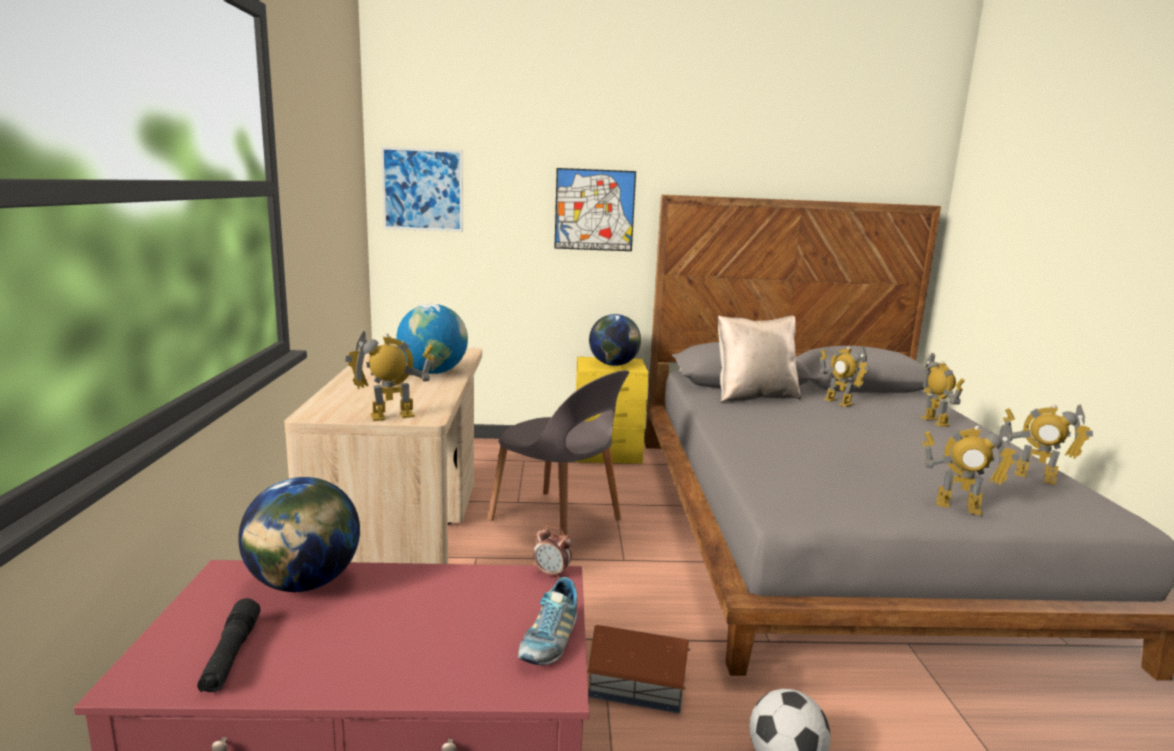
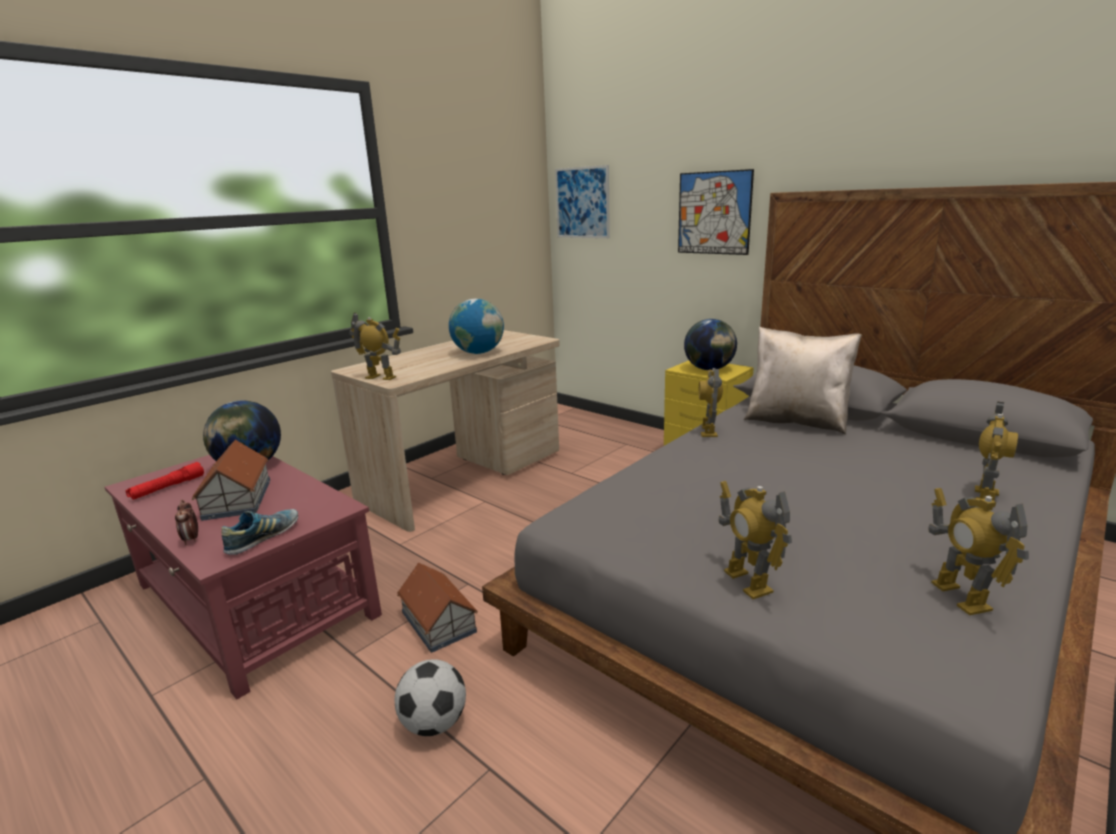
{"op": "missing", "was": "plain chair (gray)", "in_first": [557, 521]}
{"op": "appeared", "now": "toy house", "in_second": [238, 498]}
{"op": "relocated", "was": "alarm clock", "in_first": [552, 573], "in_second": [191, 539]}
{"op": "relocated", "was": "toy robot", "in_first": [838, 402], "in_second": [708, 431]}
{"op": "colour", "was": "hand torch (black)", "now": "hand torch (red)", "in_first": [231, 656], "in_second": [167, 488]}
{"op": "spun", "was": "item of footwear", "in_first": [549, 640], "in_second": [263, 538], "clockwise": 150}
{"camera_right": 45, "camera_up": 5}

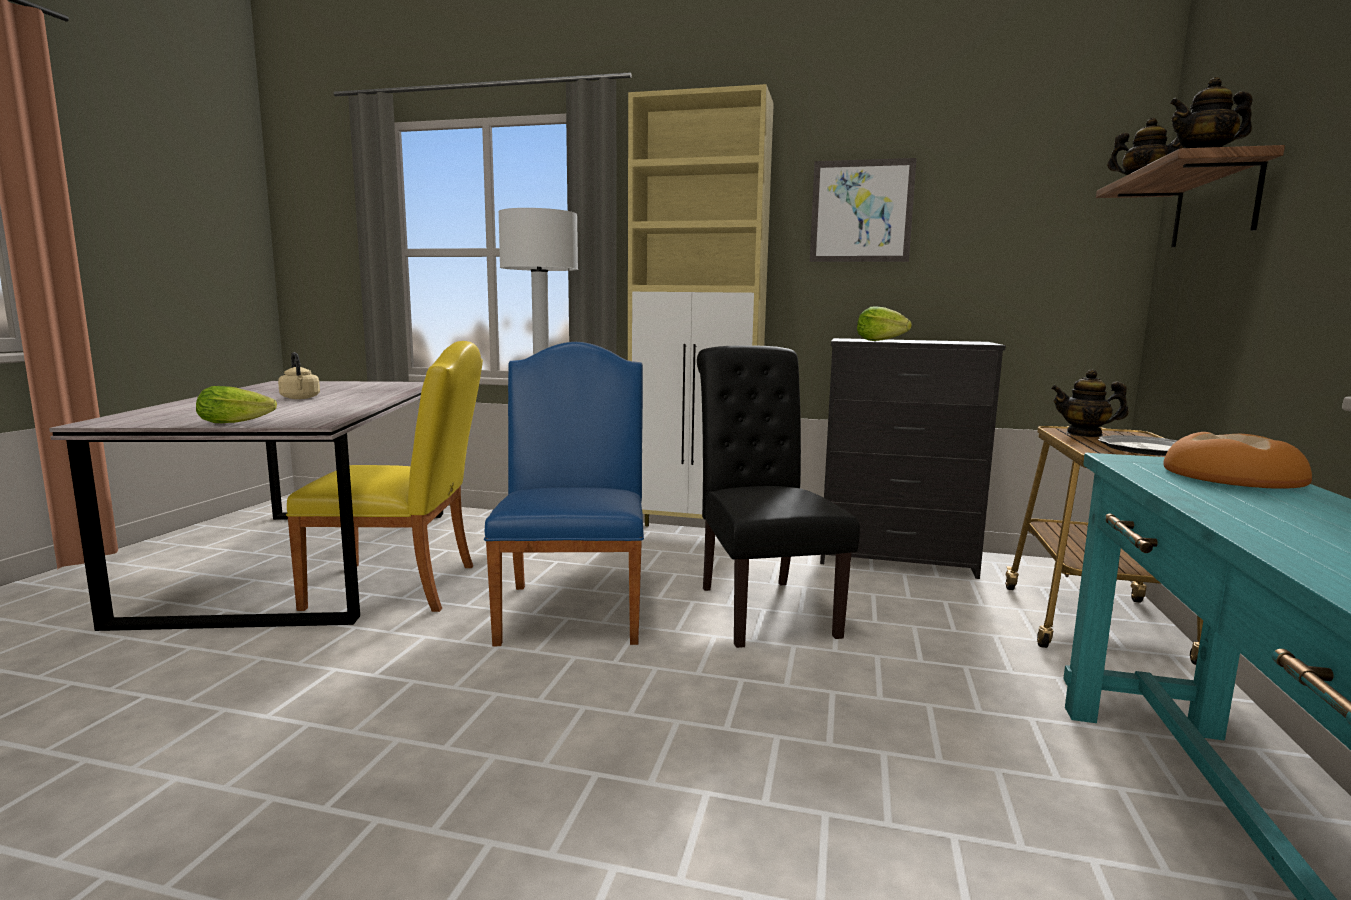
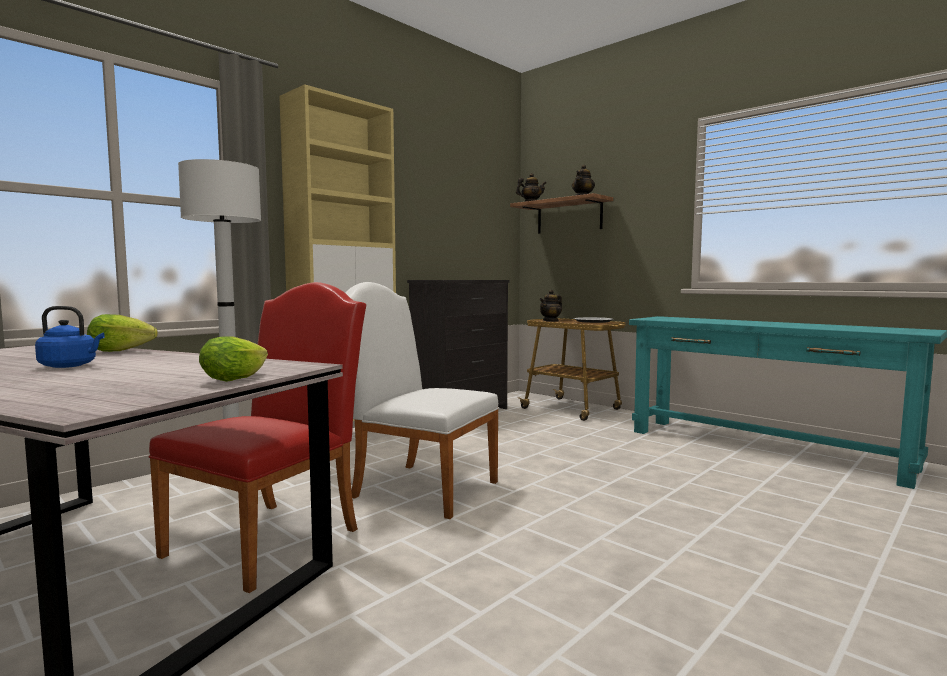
{"op": "missing", "was": "plain chair (black)", "in_first": [761, 607]}
{"op": "missing", "was": "picture", "in_first": [861, 211]}
{"op": "missing", "was": "bakery bread", "in_first": [1233, 477]}
{"op": "relocated", "was": "lettuce head", "in_first": [880, 341], "in_second": [120, 351]}
{"op": "colour", "was": "kettle (sand-coloured)", "now": "kettle (blue-coloured)", "in_first": [300, 398], "in_second": [70, 366]}
{"op": "colour", "was": "plain chair (yellow-coloured)", "now": "plain chair (red)", "in_first": [404, 586], "in_second": [273, 537]}
{"op": "colour", "was": "plain chair (blue-coloured)", "now": "plain chair (white)", "in_first": [574, 607], "in_second": [418, 487]}
{"camera_right": -60, "camera_up": -5}

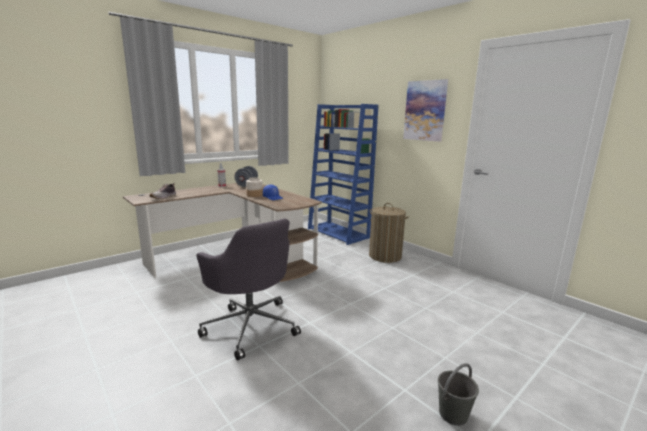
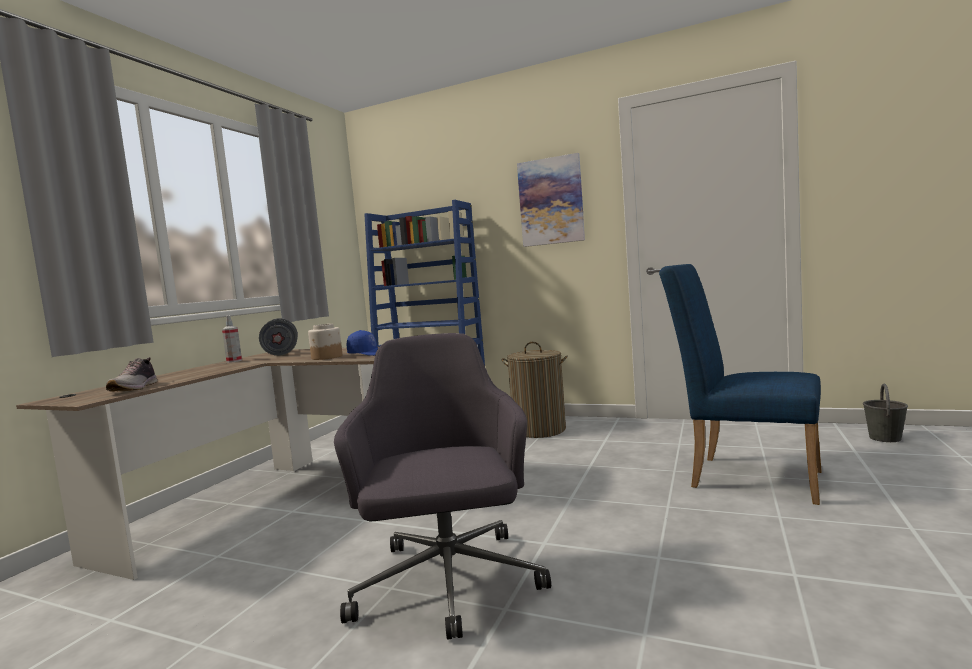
{"op": "appeared", "now": "plain chair (blue-coloured)", "in_second": [744, 476]}
{"op": "relocated", "was": "water bucket (gray)", "in_first": [452, 414], "in_second": [885, 438]}
{"op": "spun", "was": "office chair (gray)", "in_first": [250, 325], "in_second": [448, 584], "clockwise": -120}
{"camera_right": -25, "camera_up": -10}

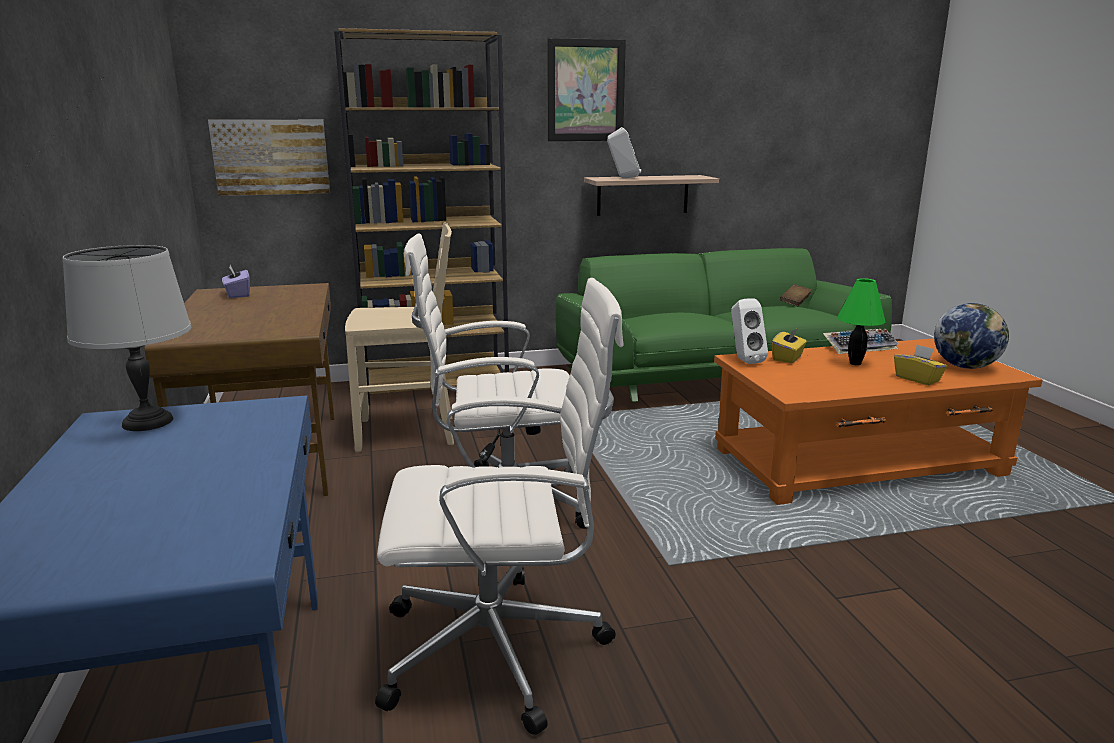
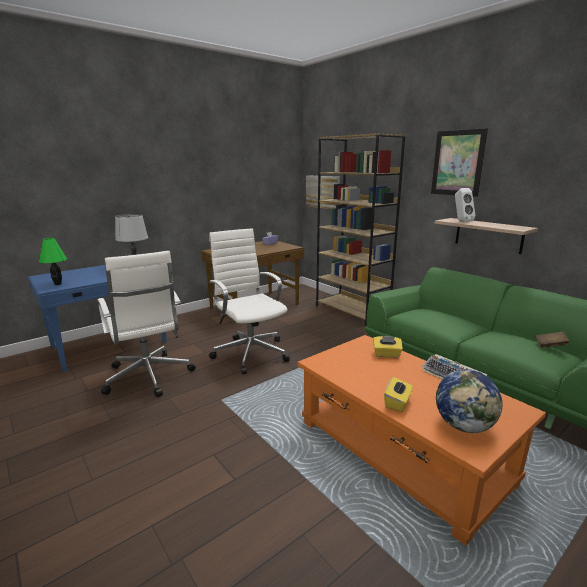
{"op": "missing", "was": "plain chair (sand-coloured)", "in_first": [408, 433]}
{"op": "missing", "was": "audio speaker (white)", "in_first": [743, 361]}
{"op": "relocated", "was": "tabletop lamp (green)", "in_first": [855, 363], "in_second": [58, 284]}
{"camera_right": 65, "camera_up": 0}

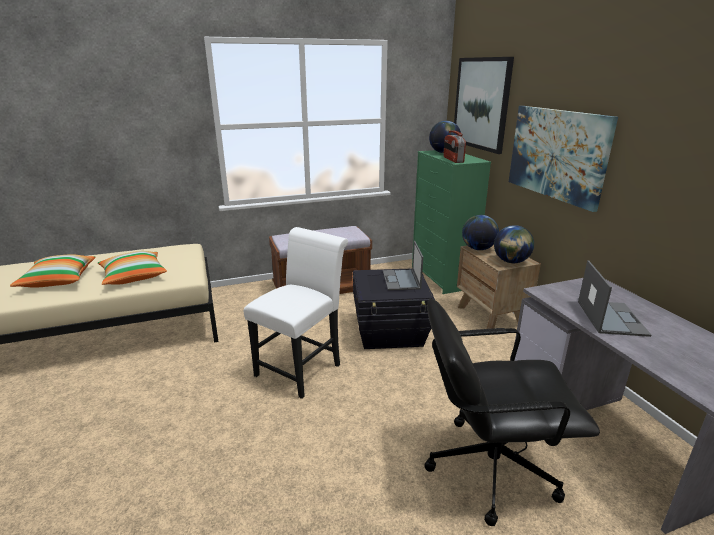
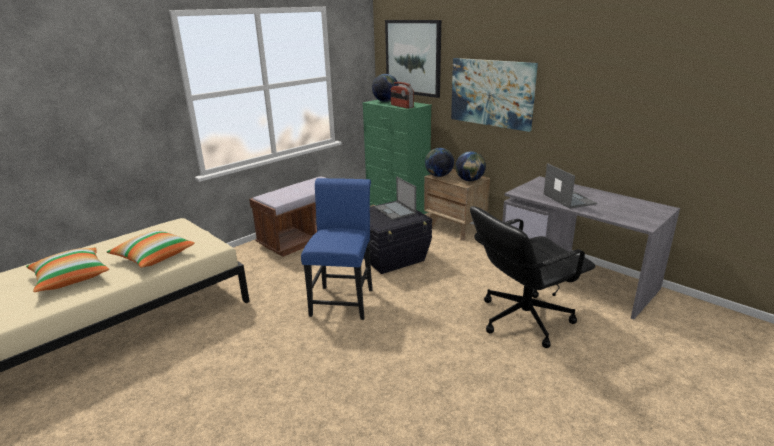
{"op": "colour", "was": "plain chair (white)", "now": "plain chair (blue-coloured)", "in_first": [302, 367], "in_second": [343, 299]}
{"camera_right": -25, "camera_up": 0}

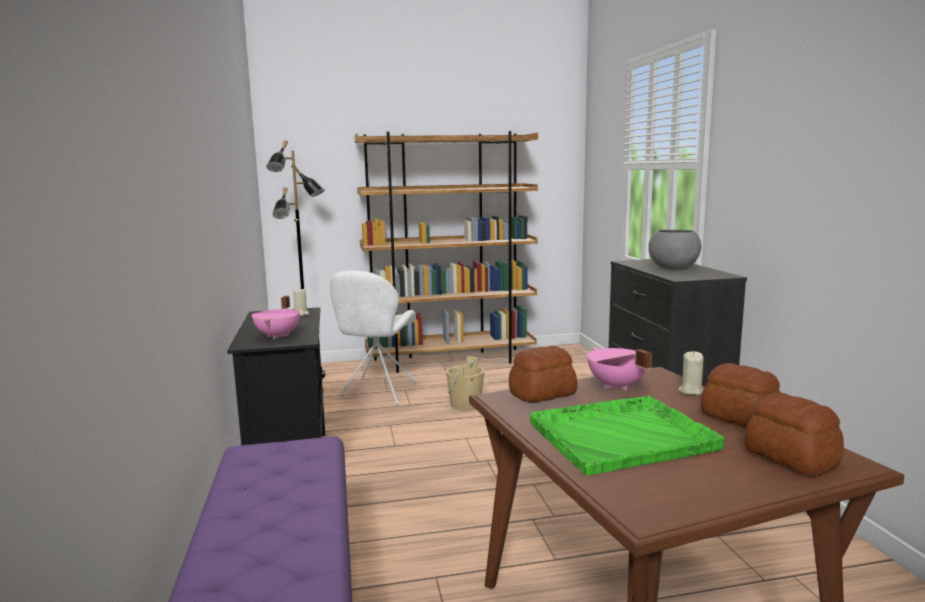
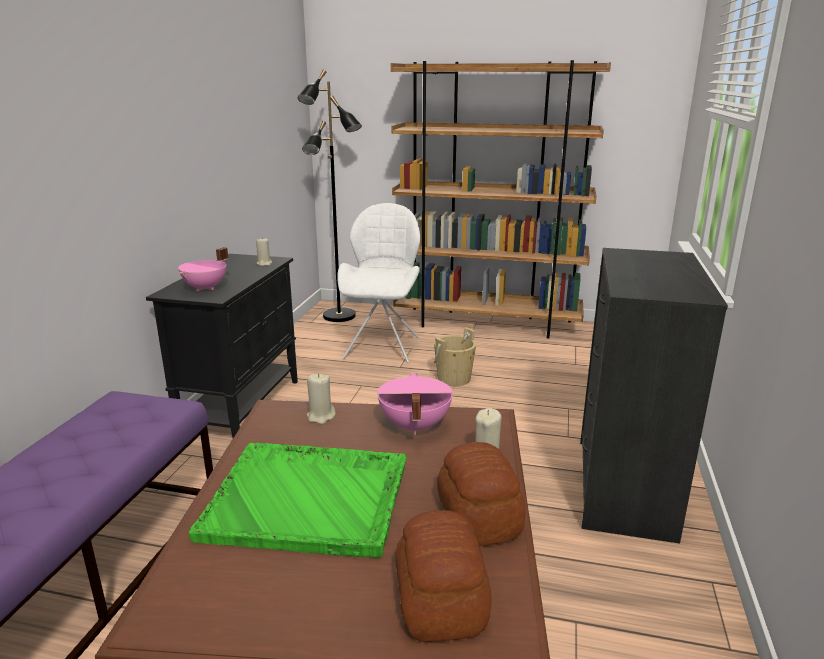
{"op": "missing", "was": "serving bowl (gray)", "in_first": [673, 268]}
{"op": "exchanged", "was": "bakery bread", "now": "wax light (sand-coloured)", "in_first": [541, 394], "in_second": [321, 416]}
{"op": "spun", "was": "plain chair (white)", "in_first": [377, 392], "in_second": [382, 346], "clockwise": 150}
{"camera_right": 25, "camera_up": 10}

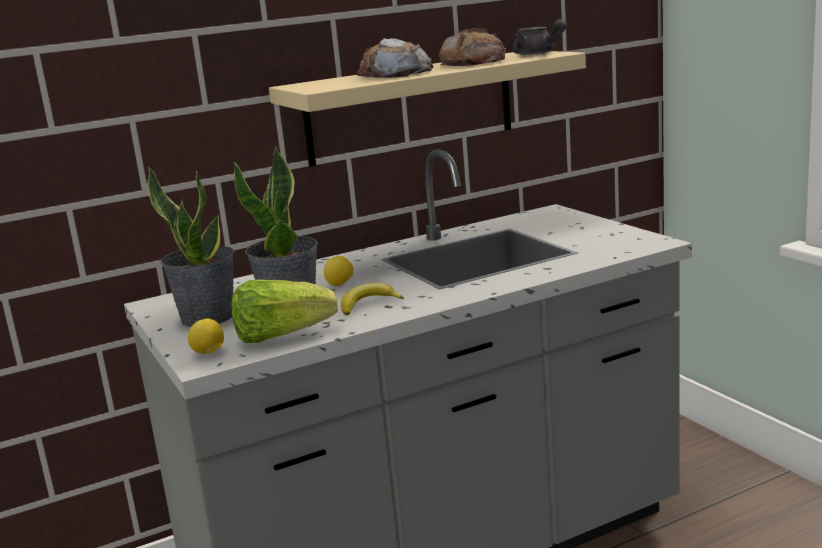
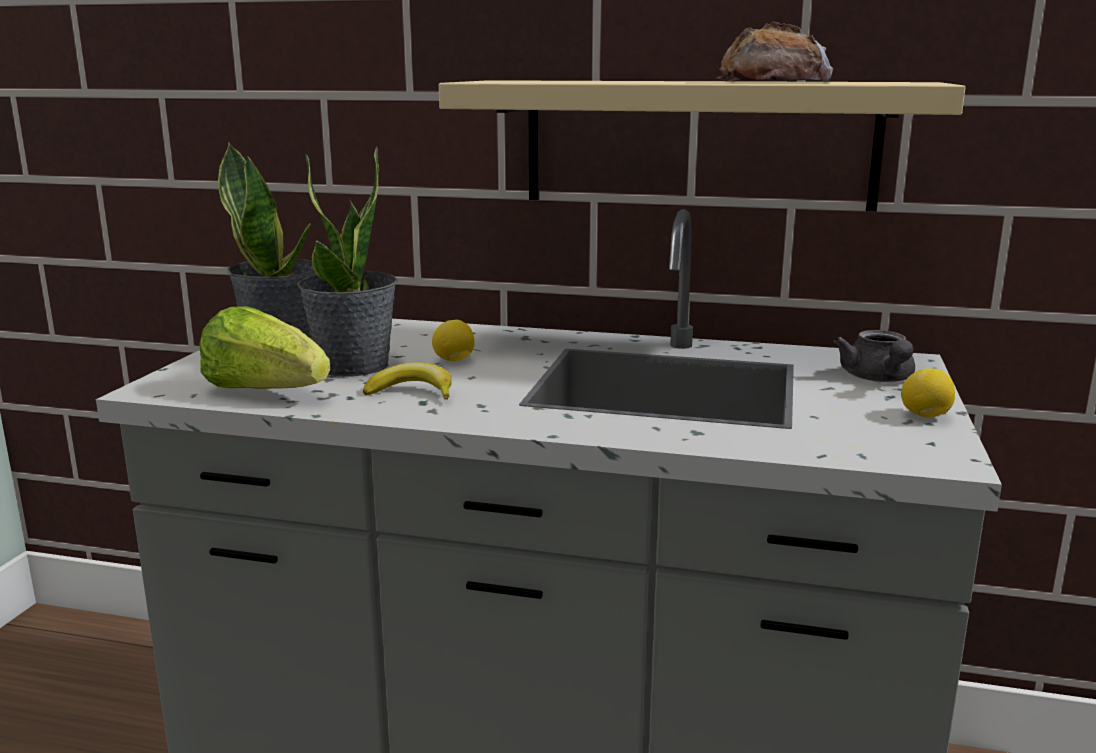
{"op": "missing", "was": "bakery bread", "in_first": [395, 74]}
{"op": "relocated", "was": "lemon", "in_first": [208, 353], "in_second": [925, 416]}
{"op": "relocated", "was": "tea pot (gray)", "in_first": [538, 54], "in_second": [878, 379]}
{"camera_right": 40, "camera_up": 0}

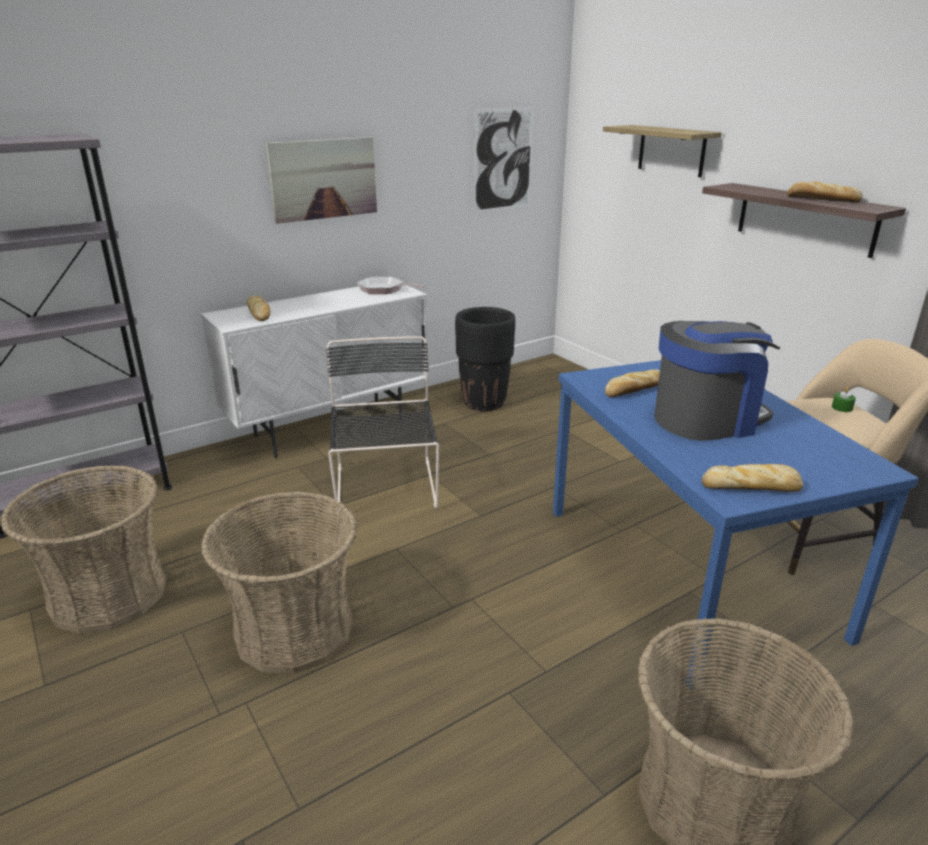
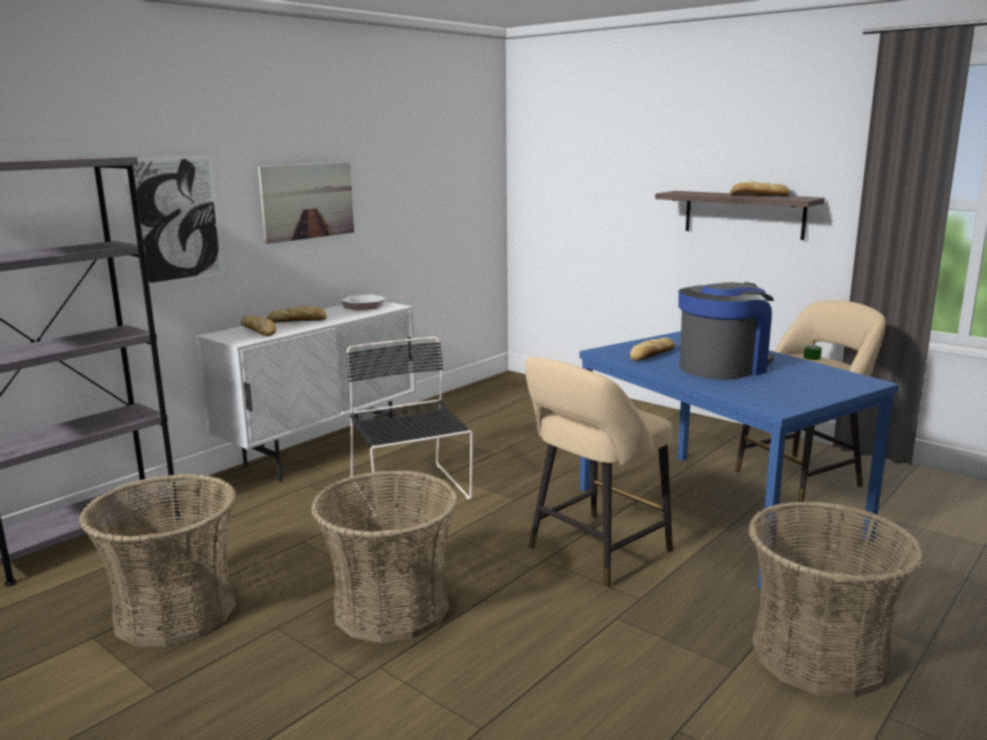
{"op": "missing", "was": "flower pot (black)", "in_first": [484, 403]}
{"op": "missing", "was": "bracket shelf", "in_first": [671, 150]}
{"op": "appeared", "now": "sitting stool (sand-coloured)", "in_second": [594, 552]}
{"op": "relocated", "was": "picture", "in_first": [503, 159], "in_second": [176, 219]}
{"op": "relocated", "was": "bakery bread", "in_first": [752, 487], "in_second": [298, 320]}
{"camera_right": -15, "camera_up": -10}

